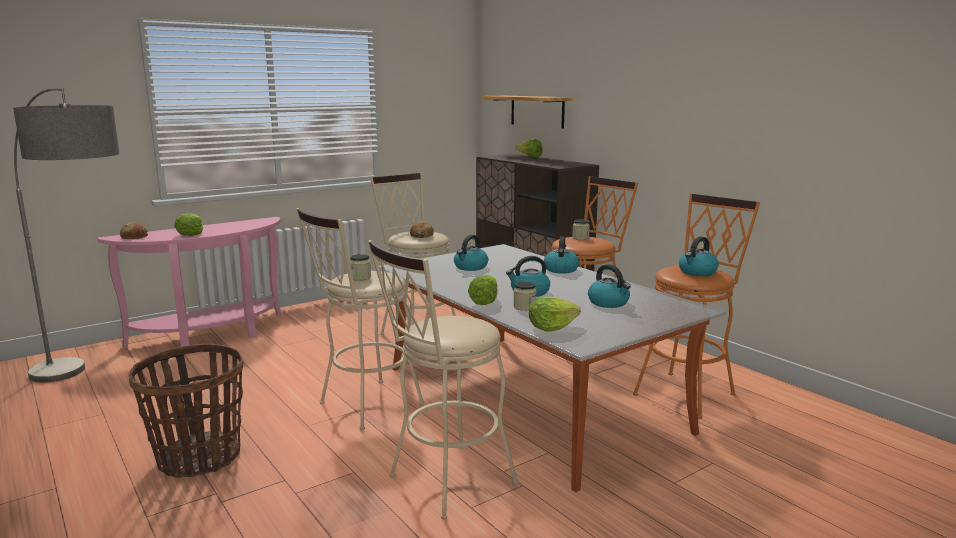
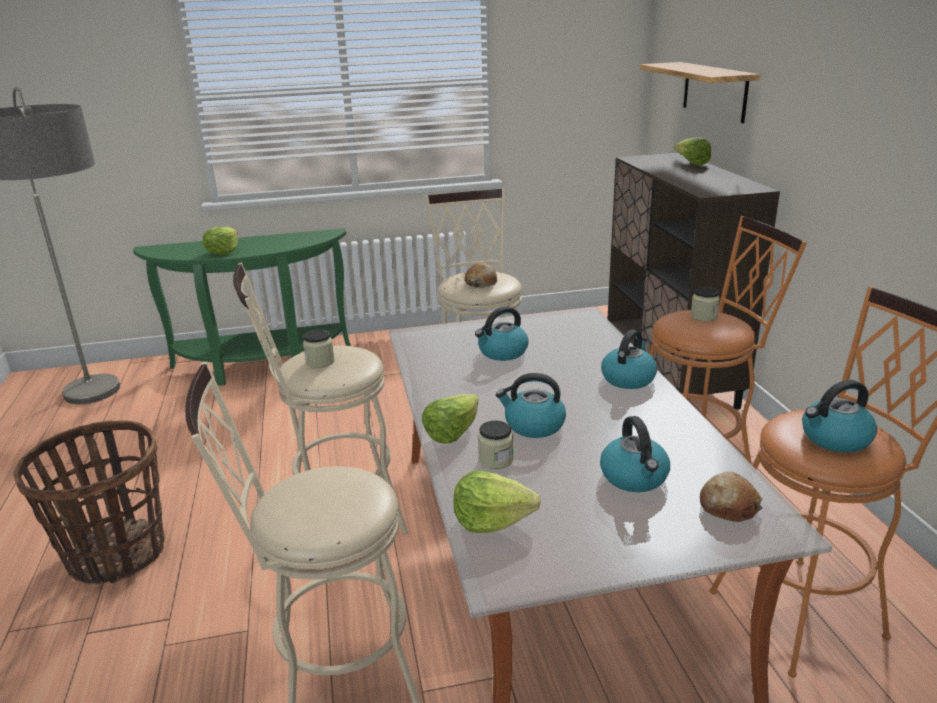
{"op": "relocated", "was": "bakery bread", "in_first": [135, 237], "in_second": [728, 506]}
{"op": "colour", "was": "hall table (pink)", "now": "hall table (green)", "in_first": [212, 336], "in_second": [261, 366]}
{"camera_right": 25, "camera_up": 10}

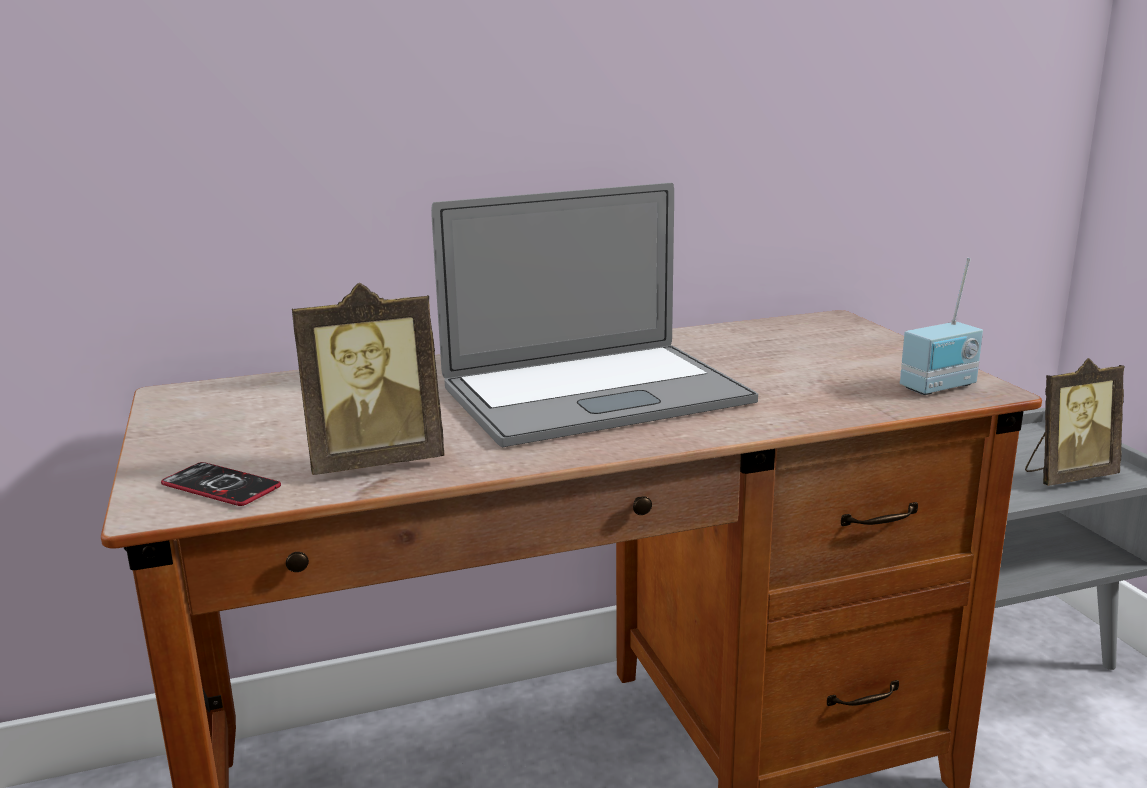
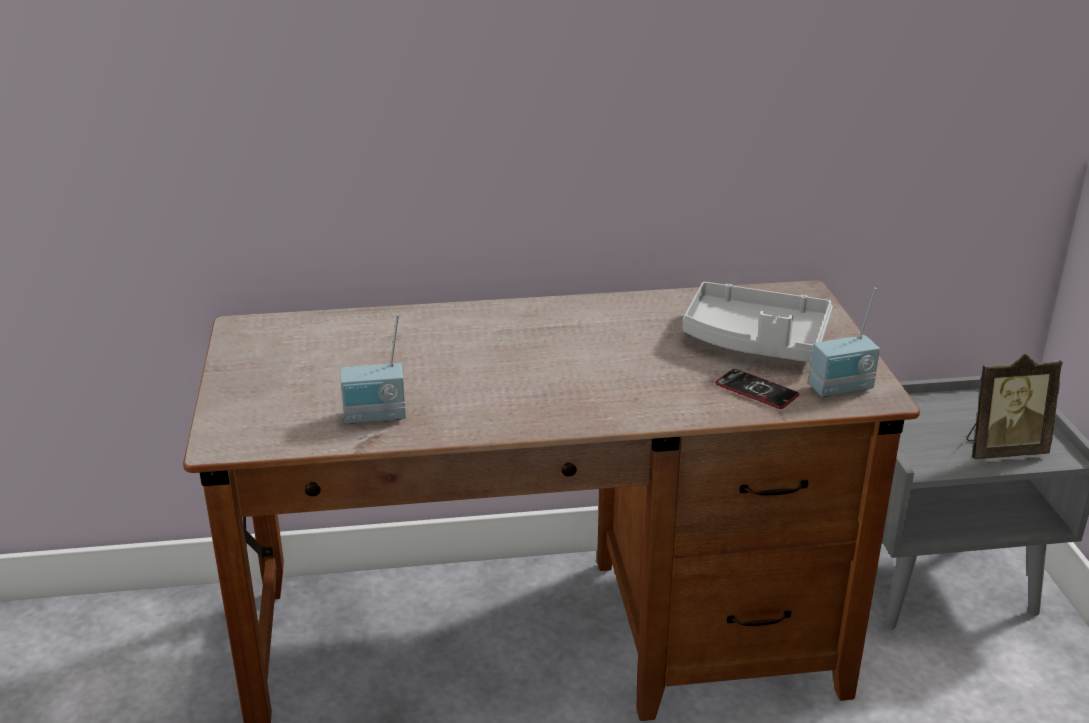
{"op": "missing", "was": "portable computer", "in_first": [595, 394]}
{"op": "appeared", "now": "tray (gray)", "in_second": [755, 340]}
{"op": "relocated", "was": "handset", "in_first": [221, 486], "in_second": [756, 390]}
{"op": "exchanged", "was": "picture frame", "now": "radio set", "in_first": [375, 461], "in_second": [375, 417]}
{"camera_right": 10, "camera_up": 10}

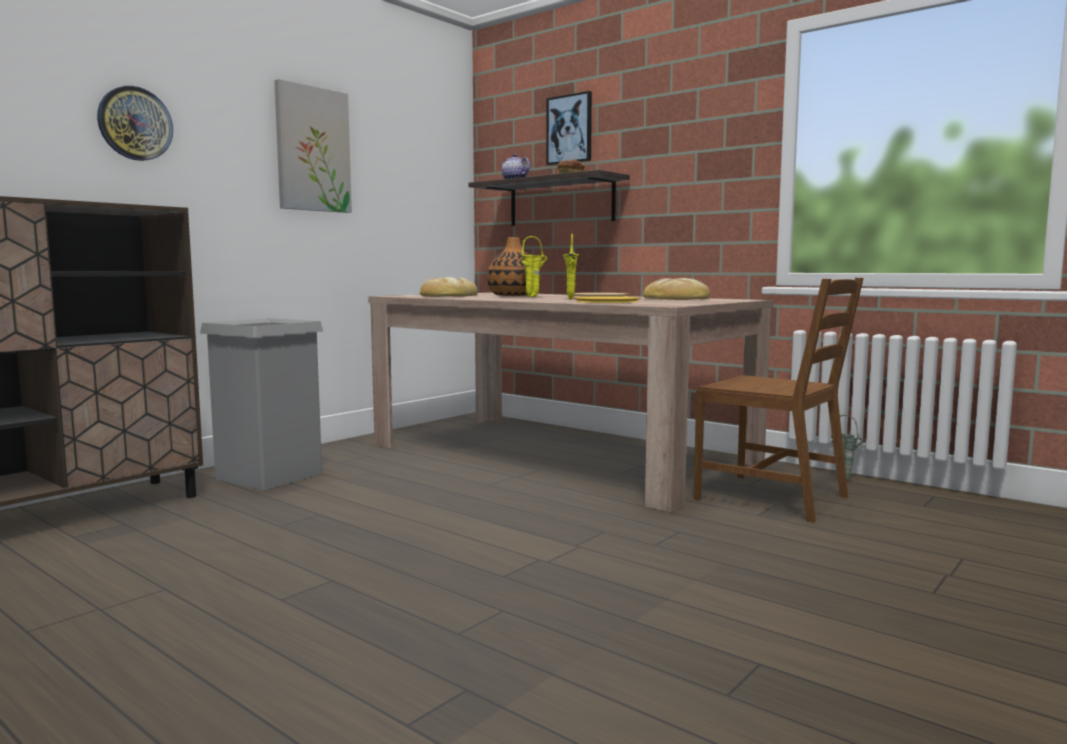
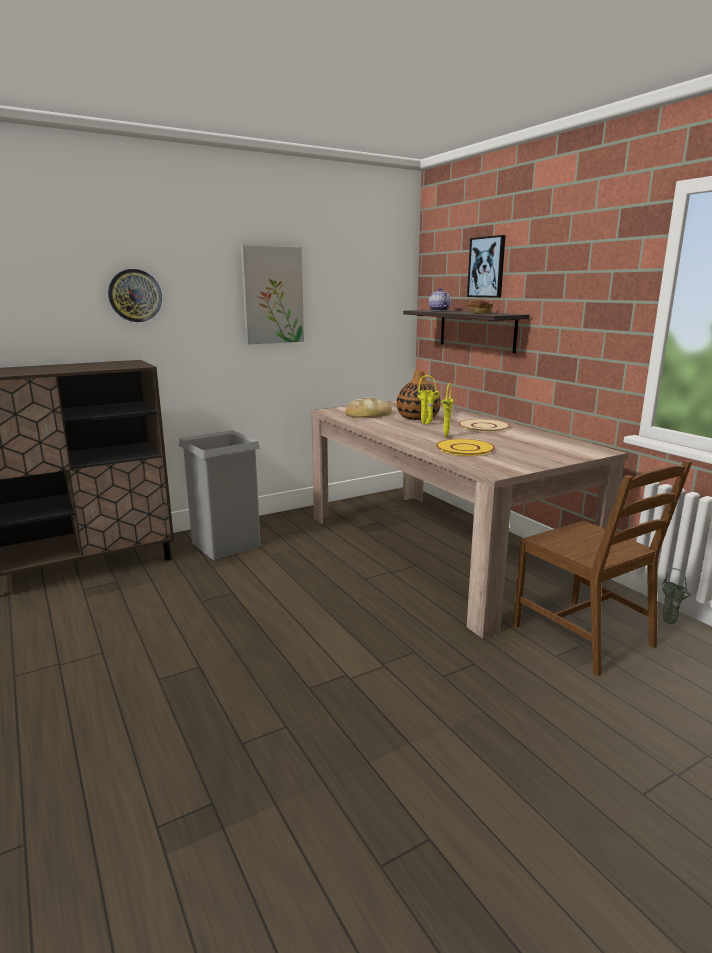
{"op": "missing", "was": "bakery bread", "in_first": [677, 298]}
{"camera_right": 20, "camera_up": 10}

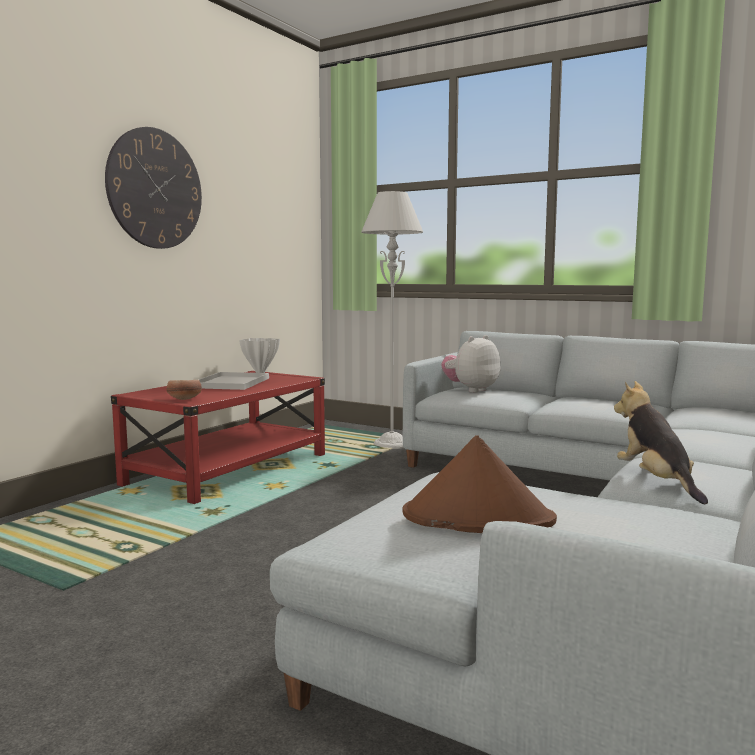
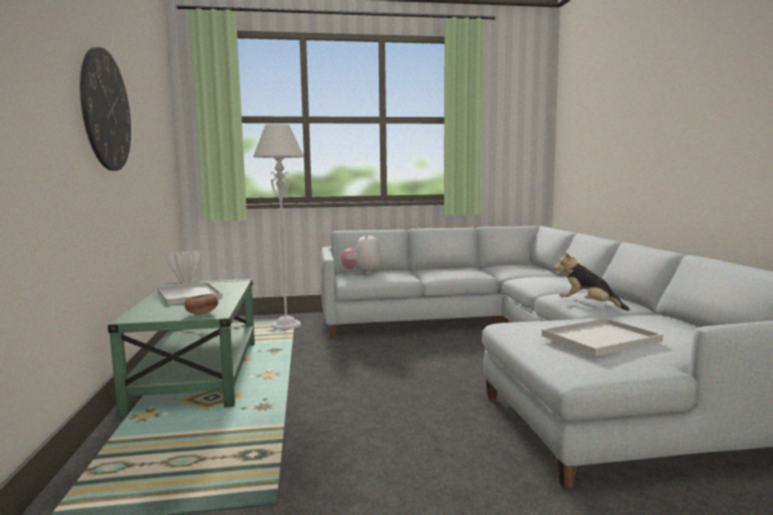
{"op": "exchanged", "was": "hat (brown)", "now": "tray (white)", "in_first": [477, 518], "in_second": [600, 339]}
{"op": "colour", "was": "coffee table (red)", "now": "coffee table (green)", "in_first": [228, 470], "in_second": [198, 374]}
{"camera_right": -40, "camera_up": 0}

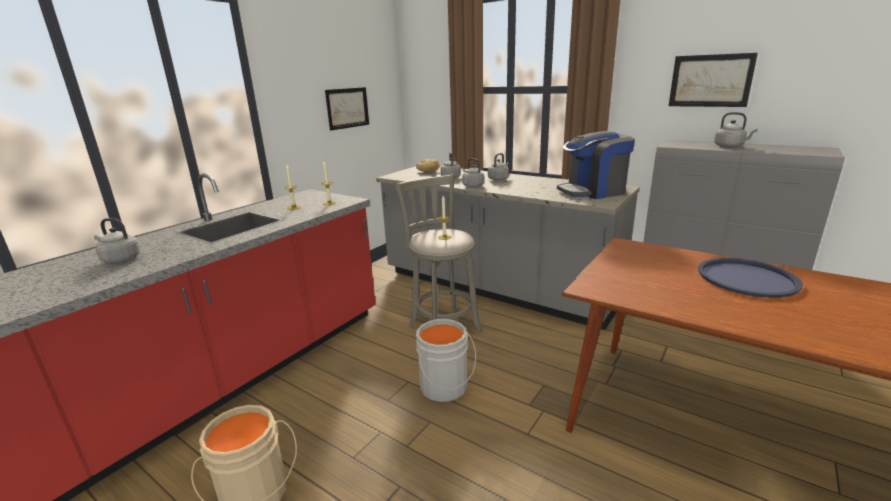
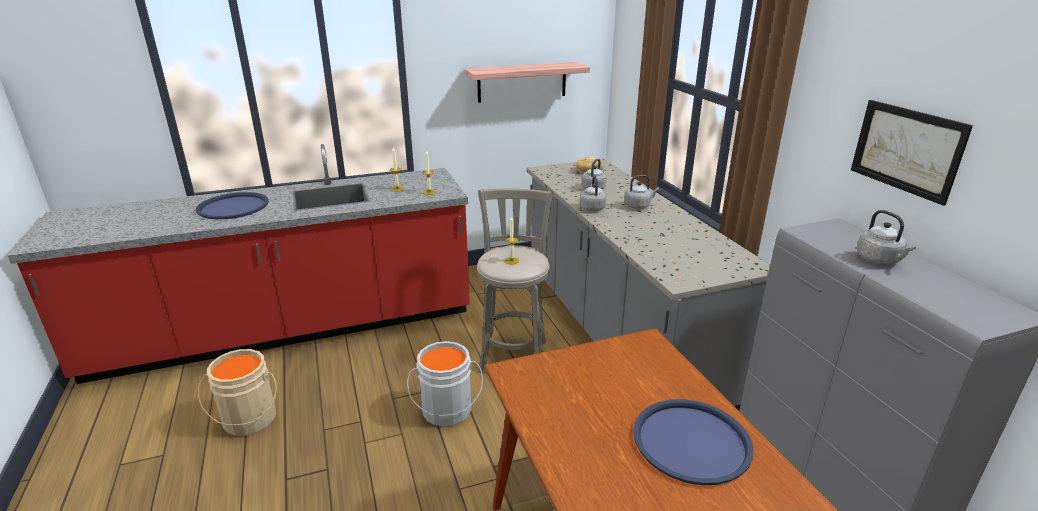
{"op": "missing", "was": "coffee maker", "in_first": [593, 191]}
{"op": "exchanged", "was": "kettle (gray)", "now": "tray (blue-coloured)", "in_first": [120, 259], "in_second": [233, 207]}
{"op": "exchanged", "was": "picture", "now": "bracket shelf", "in_first": [347, 108], "in_second": [522, 82]}
{"camera_right": 35, "camera_up": 5}

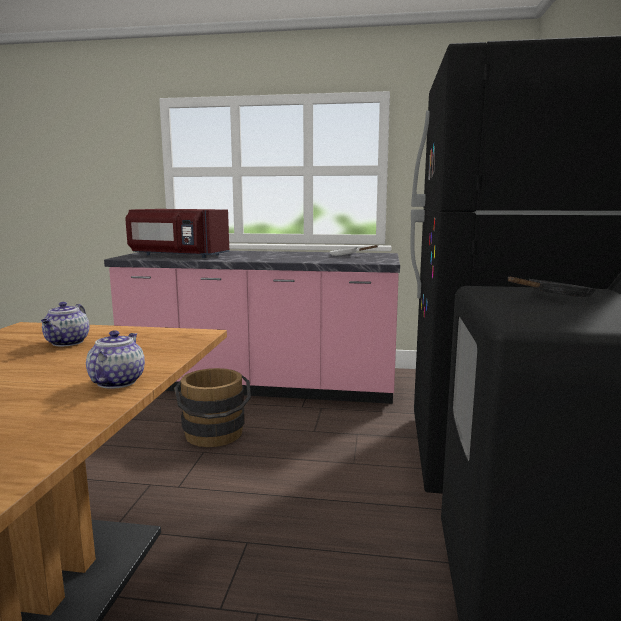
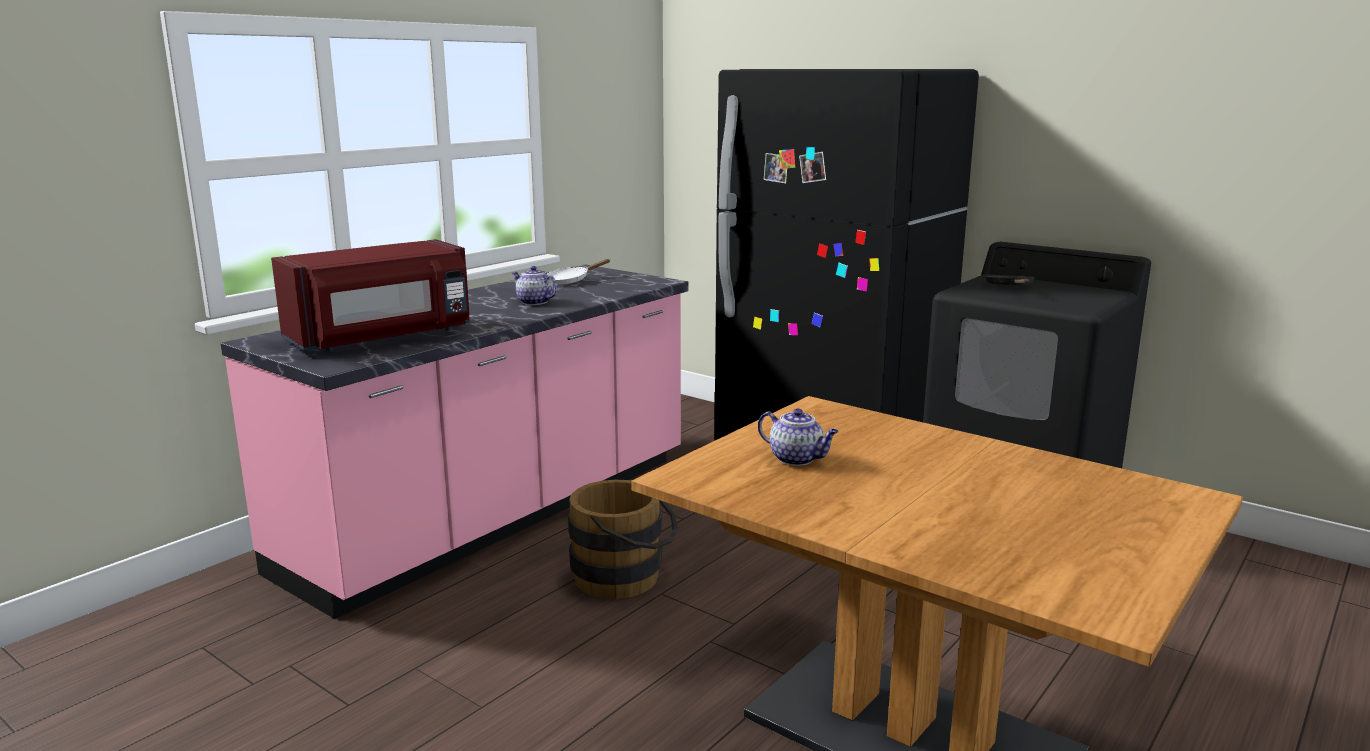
{"op": "relocated", "was": "tea pot", "in_first": [117, 381], "in_second": [534, 302]}
{"camera_right": -60, "camera_up": 5}

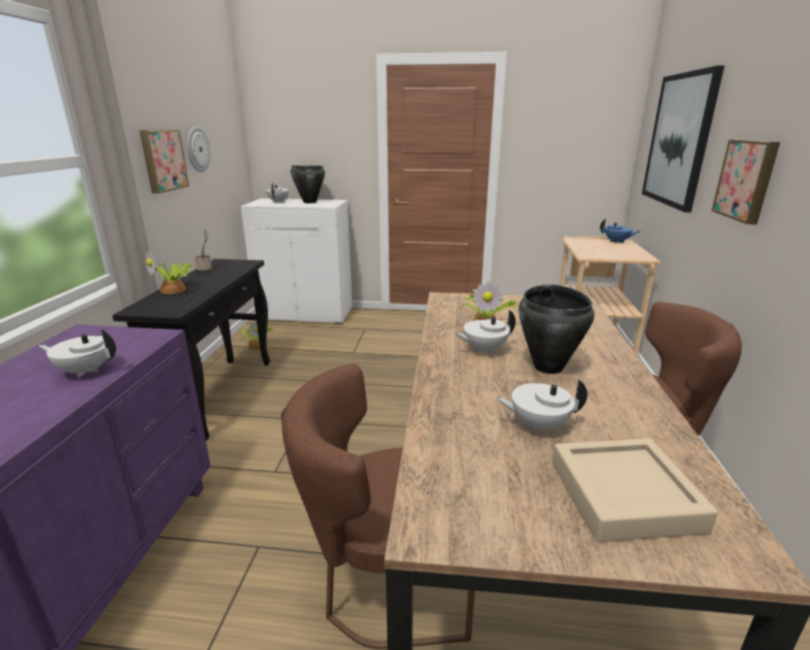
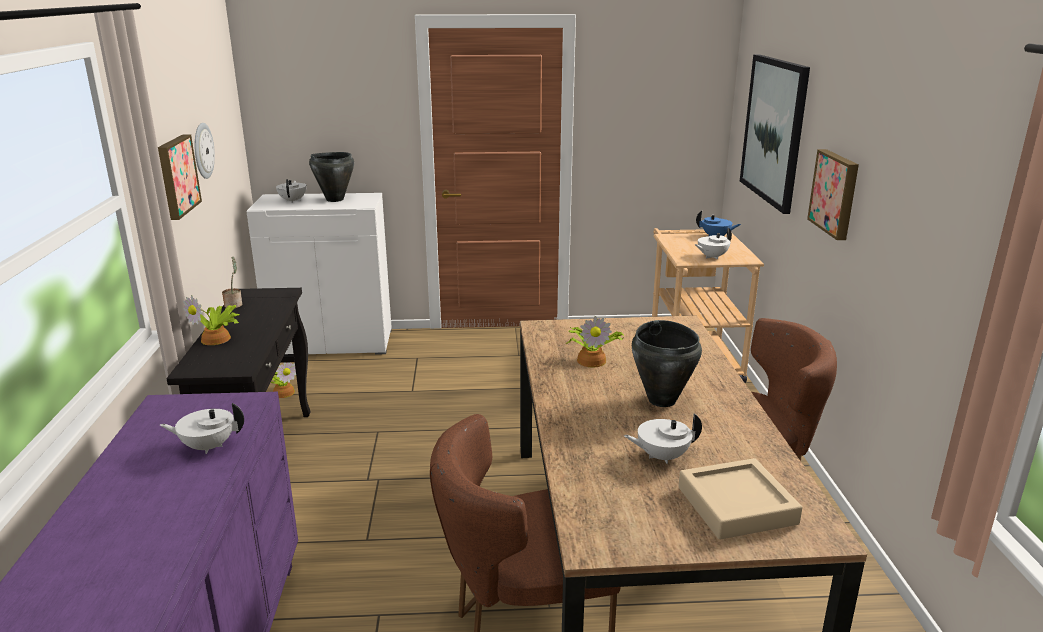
{"op": "relocated", "was": "tea pot (white)", "in_first": [484, 350], "in_second": [711, 257]}
{"camera_right": -10, "camera_up": 0}

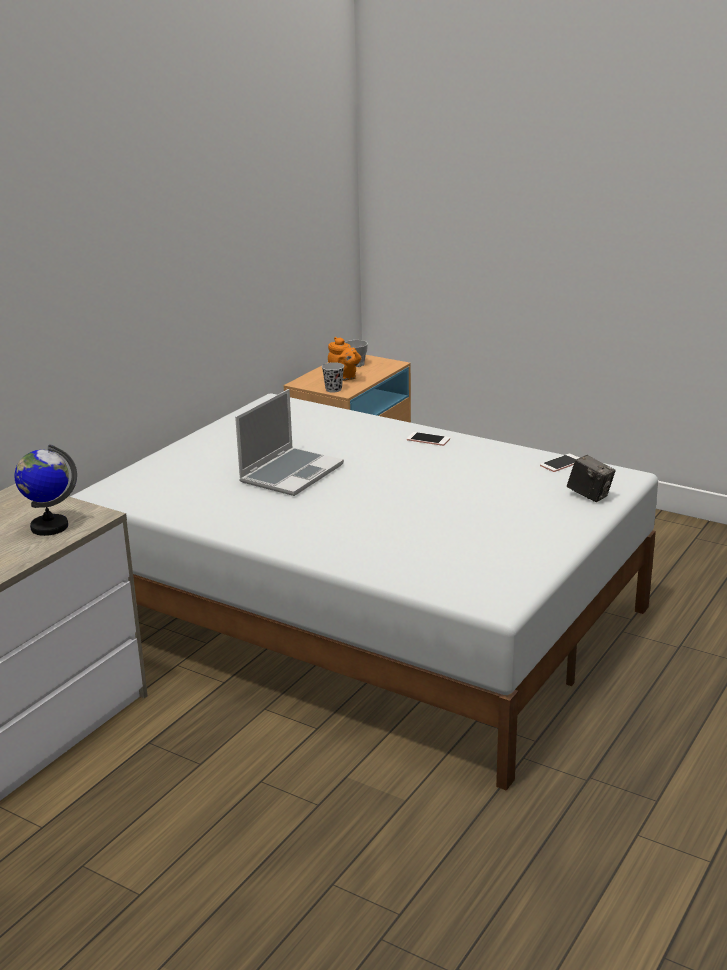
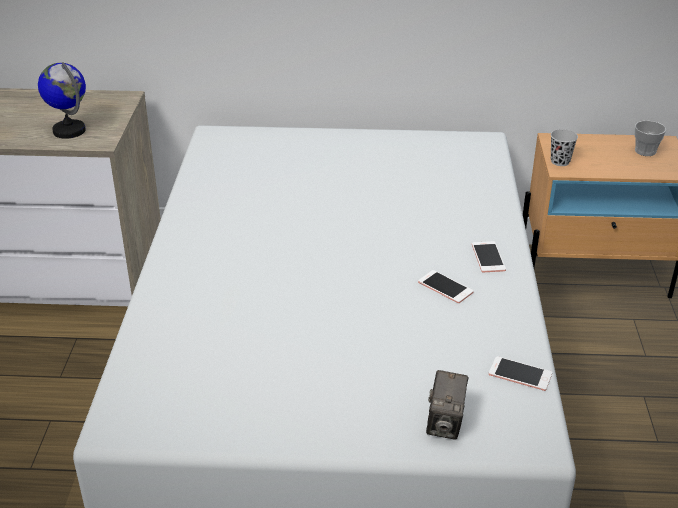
{"op": "missing", "was": "portable computer", "in_first": [291, 473]}
{"op": "missing", "was": "tea pot (orange)", "in_first": [344, 378]}
{"op": "appeared", "now": "handset", "in_second": [445, 287]}
{"camera_right": 60, "camera_up": 10}

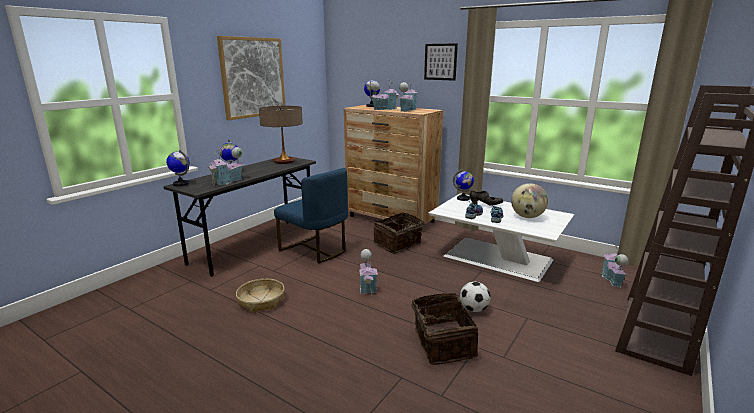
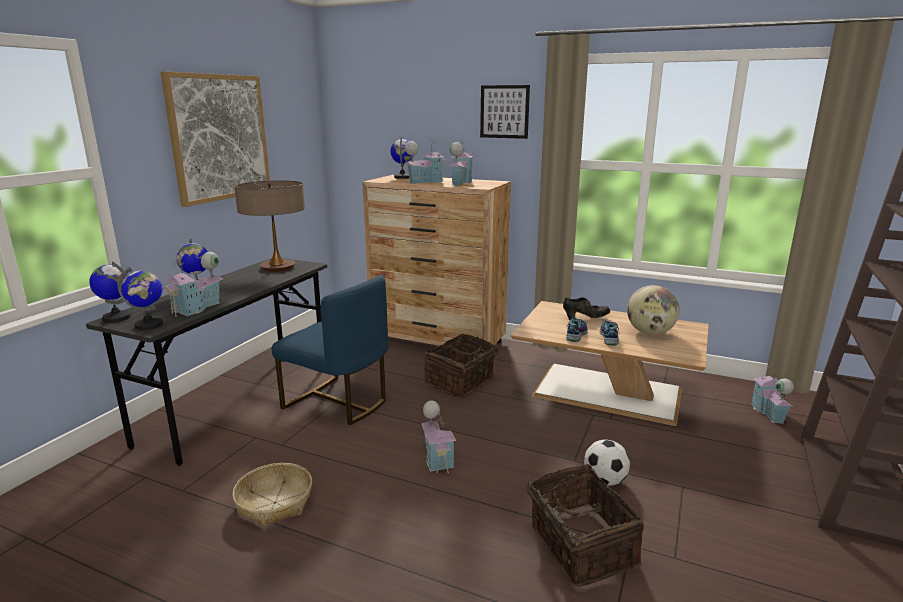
{"op": "relocated", "was": "desk globe", "in_first": [463, 198], "in_second": [149, 325]}
{"op": "colour", "was": "coffee table (white)", "now": "coffee table (brown)", "in_first": [495, 257], "in_second": [604, 392]}
{"camera_right": -10, "camera_up": 0}

